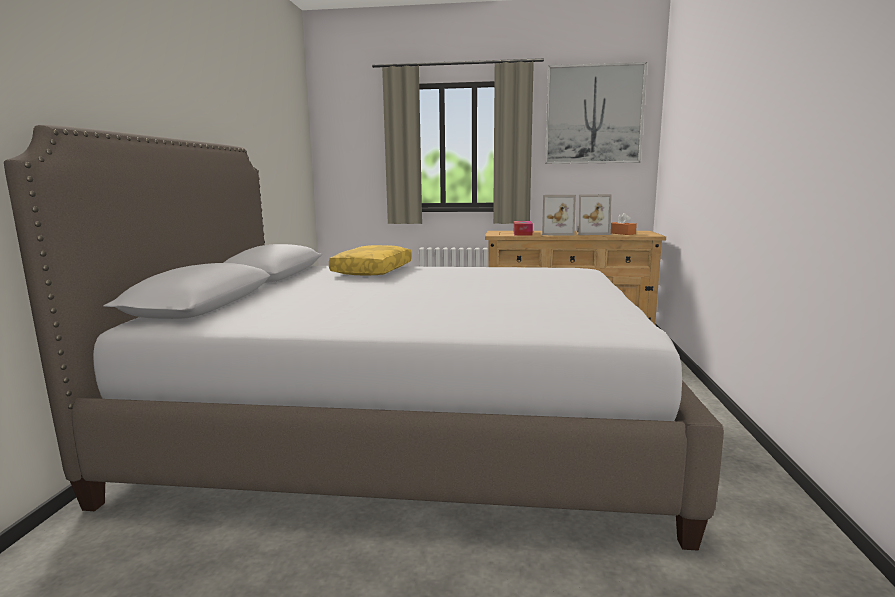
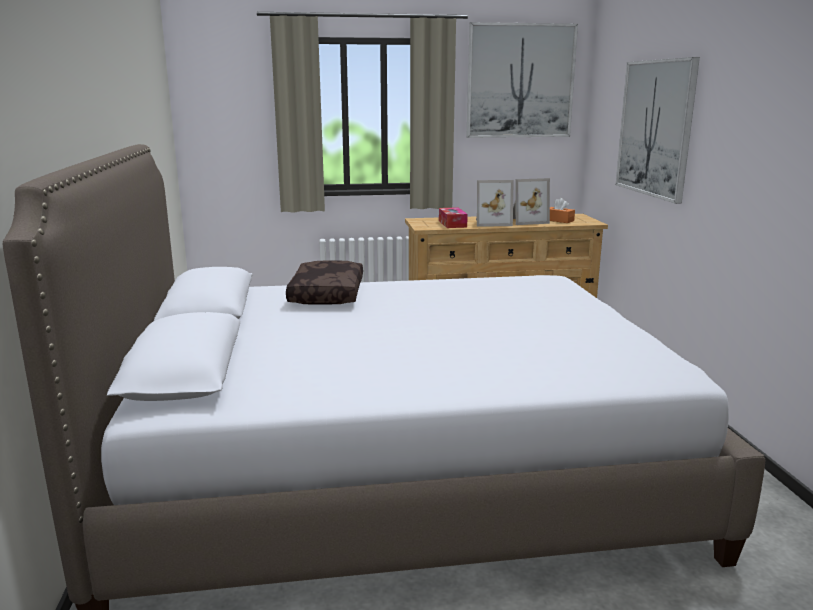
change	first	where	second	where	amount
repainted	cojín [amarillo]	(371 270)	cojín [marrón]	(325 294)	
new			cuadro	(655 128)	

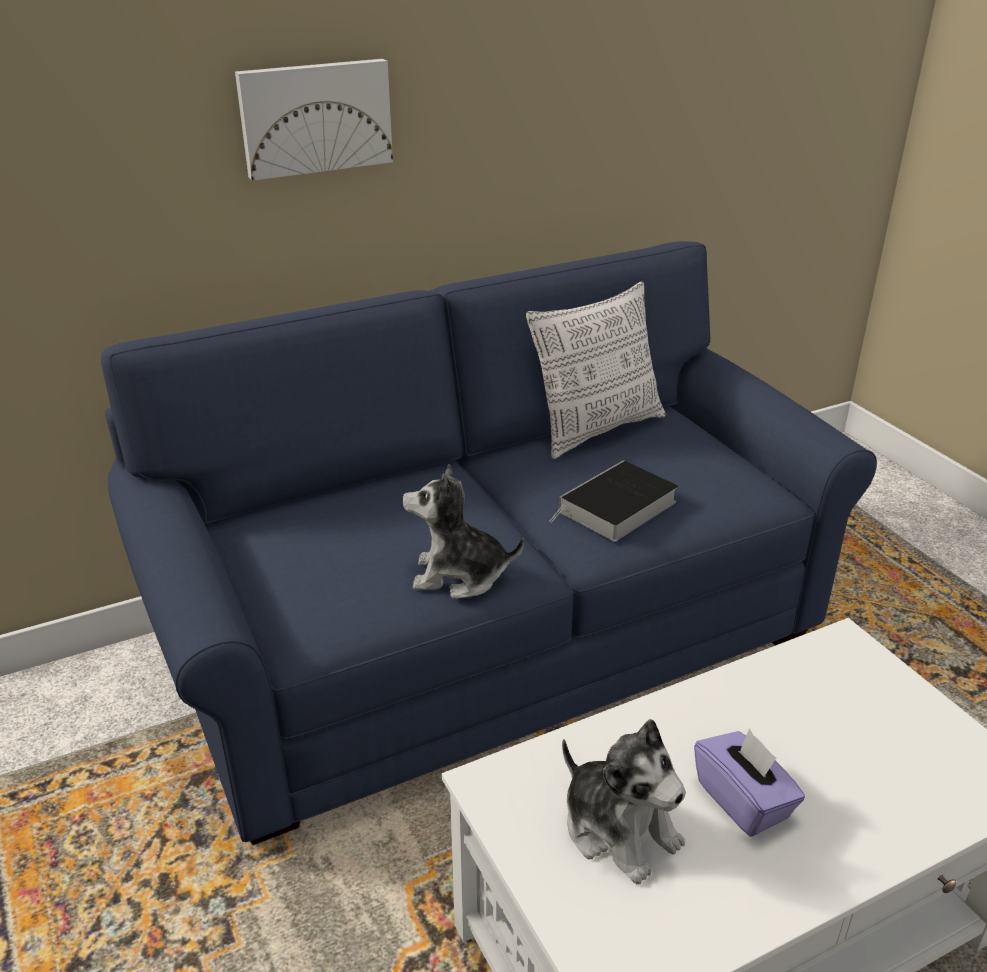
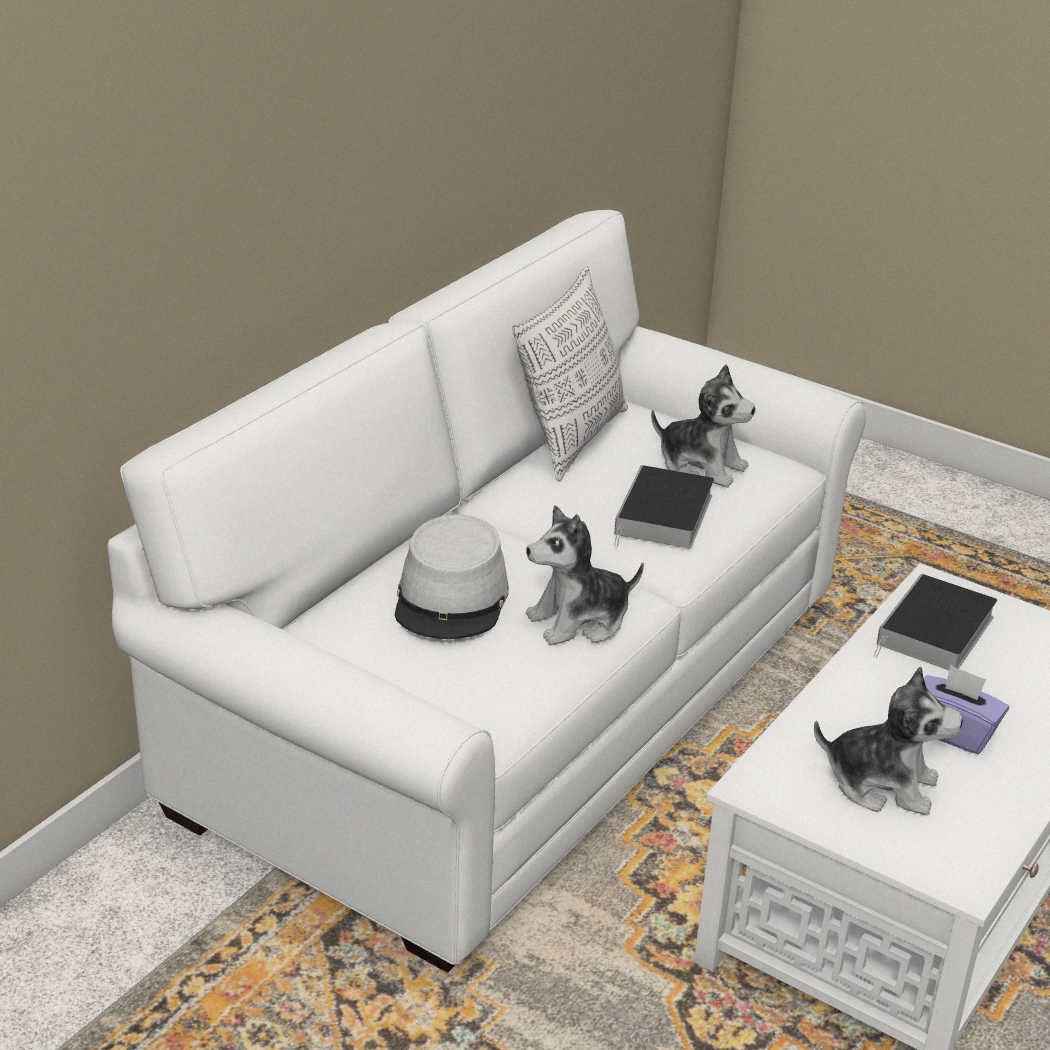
change	first	where	second	where	amount
gone	cuadro	(315 117)			
repainted	sofá [azul]	(494 639)	sofá [blanco]	(518 703)	
new			peluche	(701 466)	
new			sombrero [gris]	(452 598)	
new			libro	(935 632)	

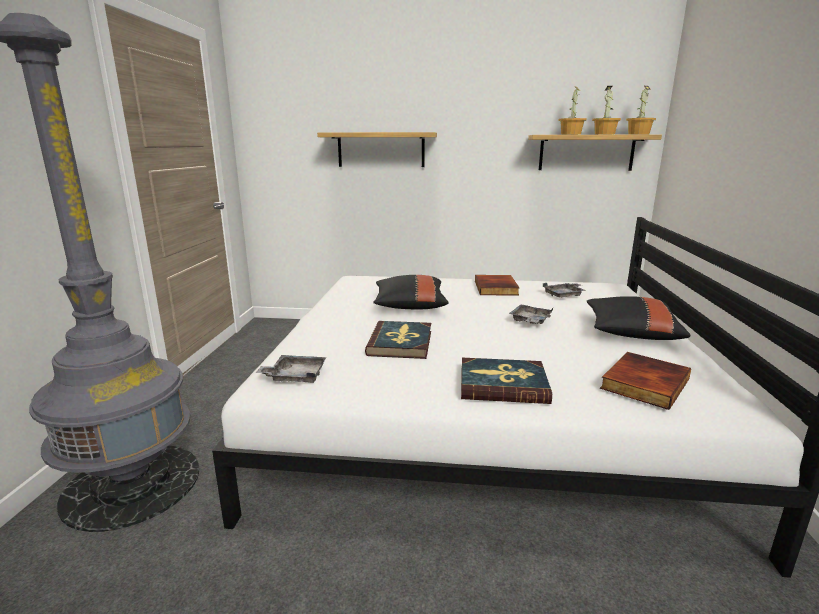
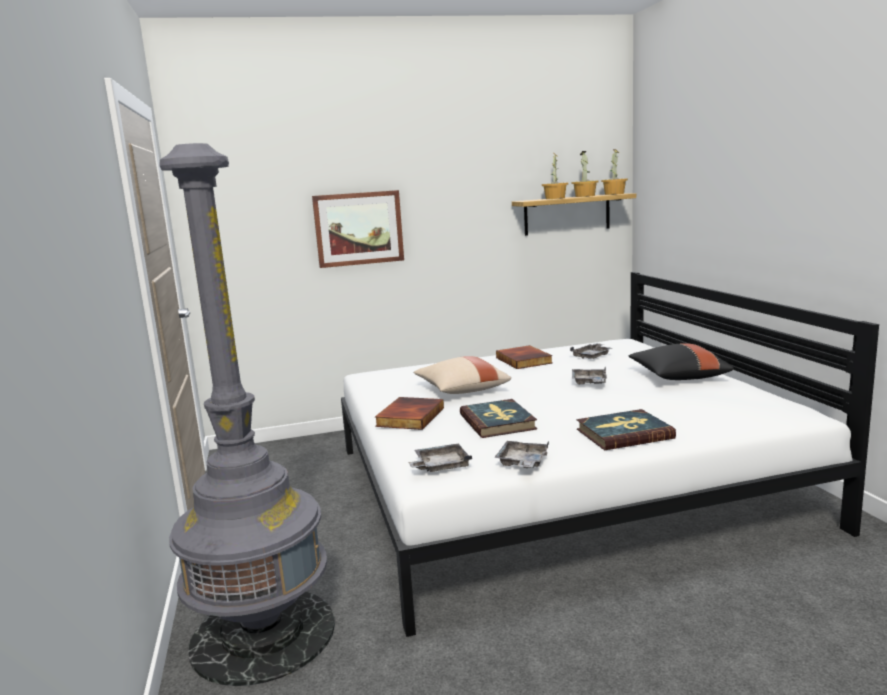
change	first	where	second	where	amount
swapped	estante	(381 150)	cuadro	(358 228)	
repainted	cojín [negro]	(409 306)	cojín [beis]	(461 390)	
shifted	libro	(643 383)		(409 417)	
new			bandeja [gris]	(522 463)	

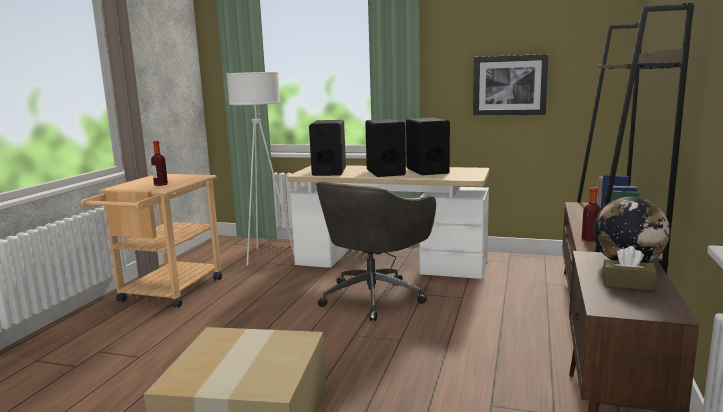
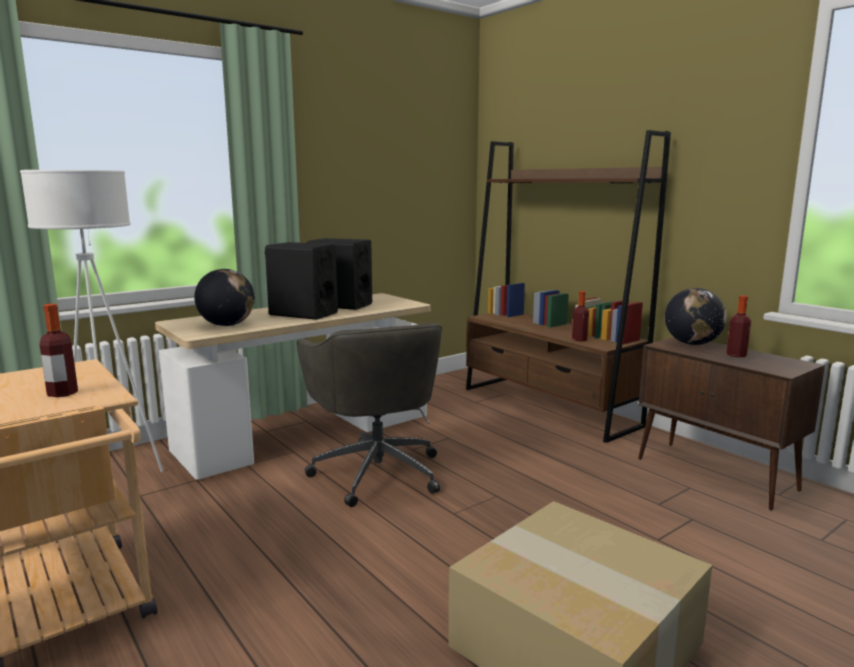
change	first	where	second	where	amount
gone	cuadro	(509 85)			
swapped	altavoz [negro]	(329 172)	globo terráqueo	(227 325)	
swapped	caja de pañuelos [marrón]	(628 284)	botella	(736 355)	

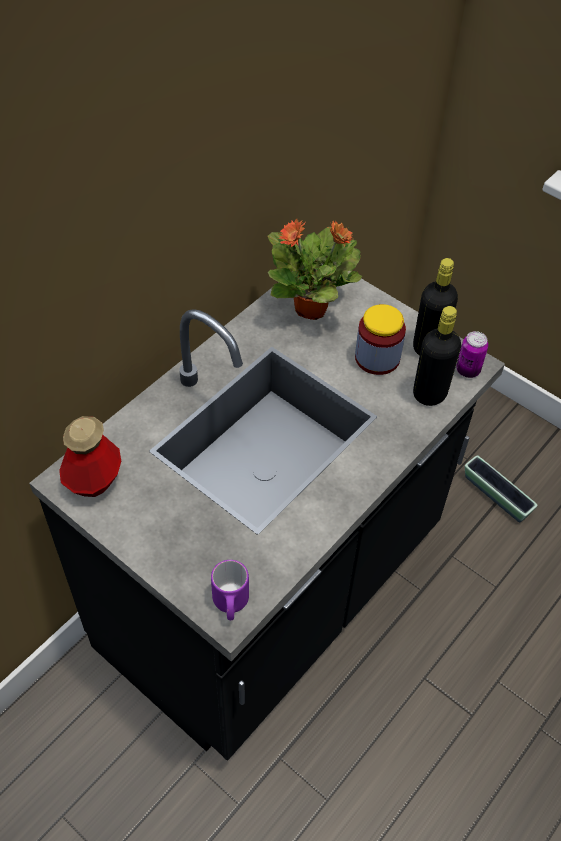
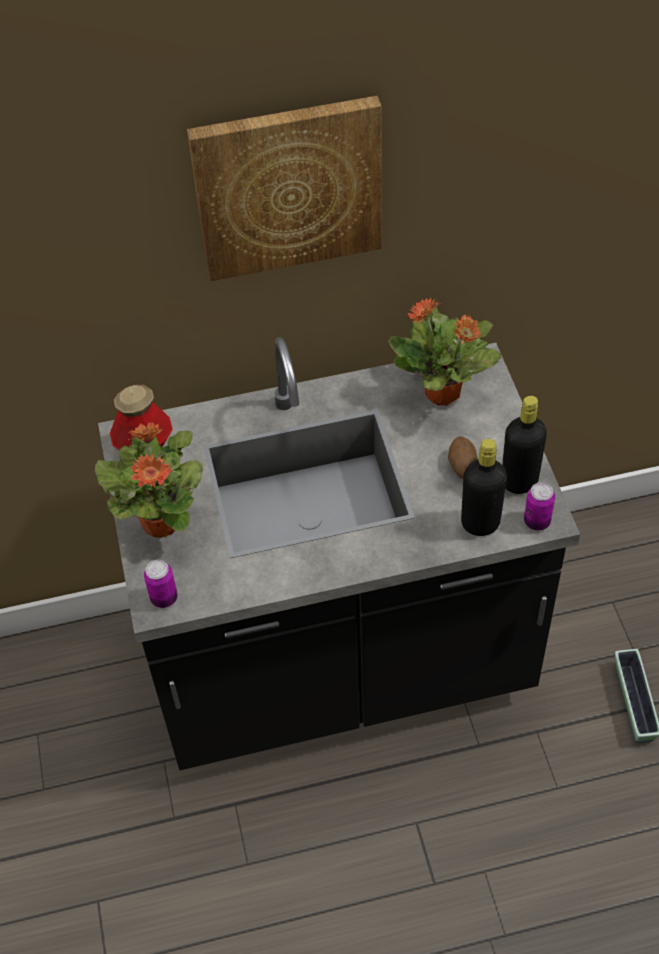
change	first	where	second	where	amount
swapped	tarro	(377 358)	patata	(462 467)	
swapped	taza grande [morado]	(230 604)	lata	(164 598)	
new			cuadro	(288 187)	
new			planta en maceta	(161 521)	

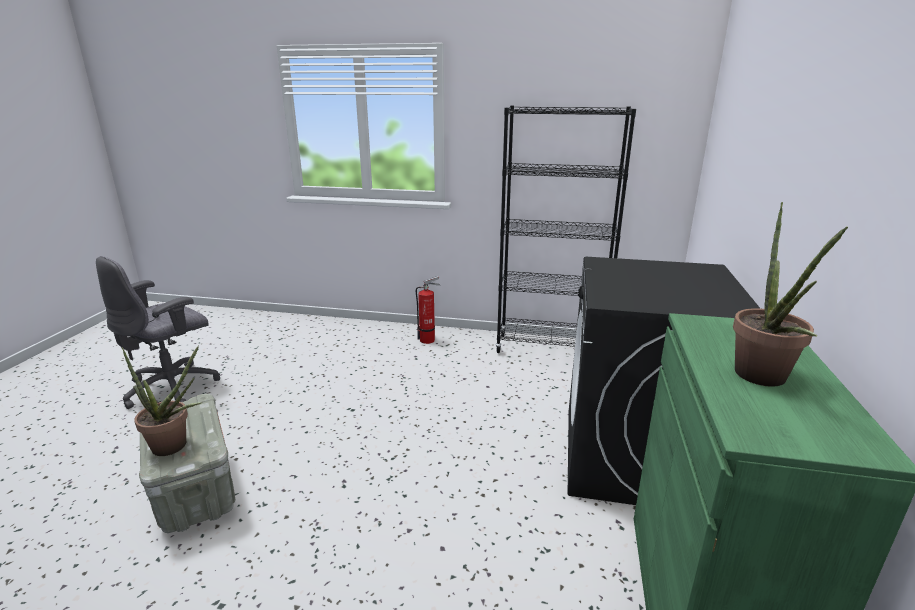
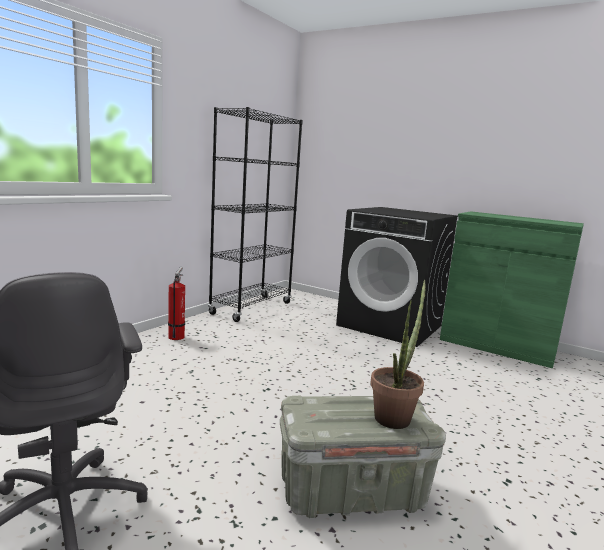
change	first	where	second	where	amount
gone	planta en maceta	(763 380)			

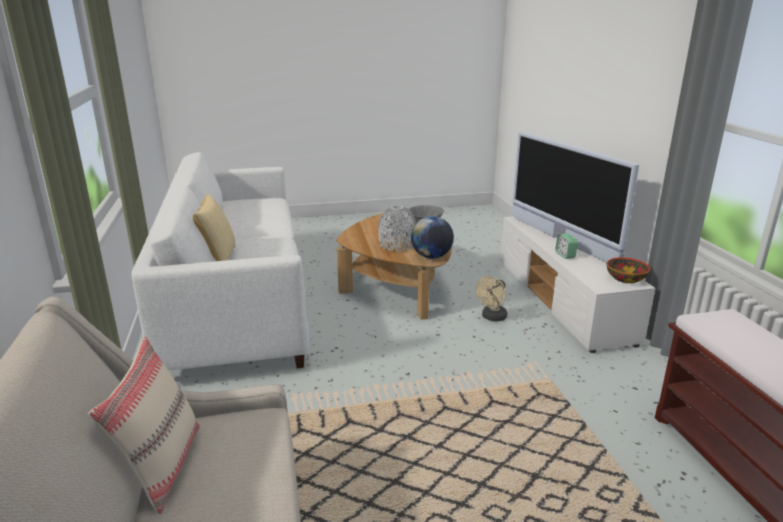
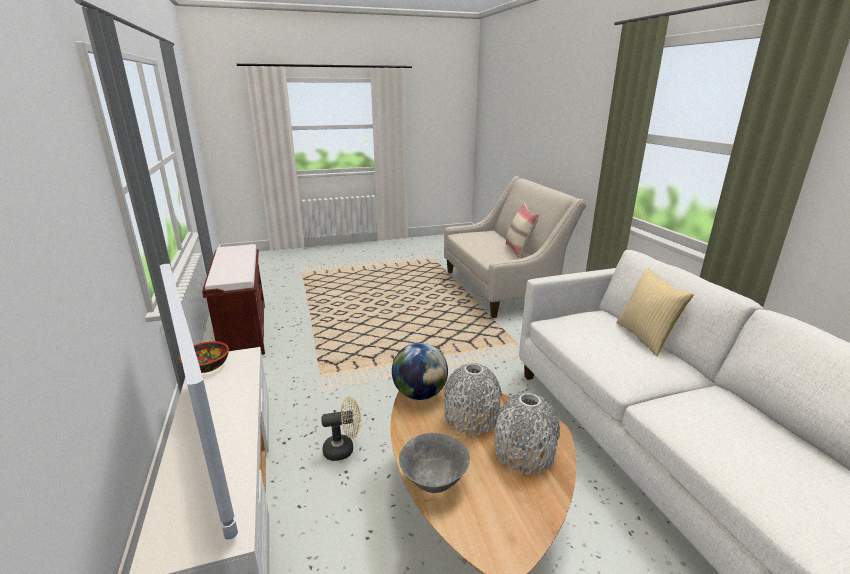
change	first	where	second	where	amount
gone	despertador	(565 255)			
rotated	ventilador [beis]	(492 317)		(344 449)	45 degrees clockwise
new			florero [gris]	(524 453)	

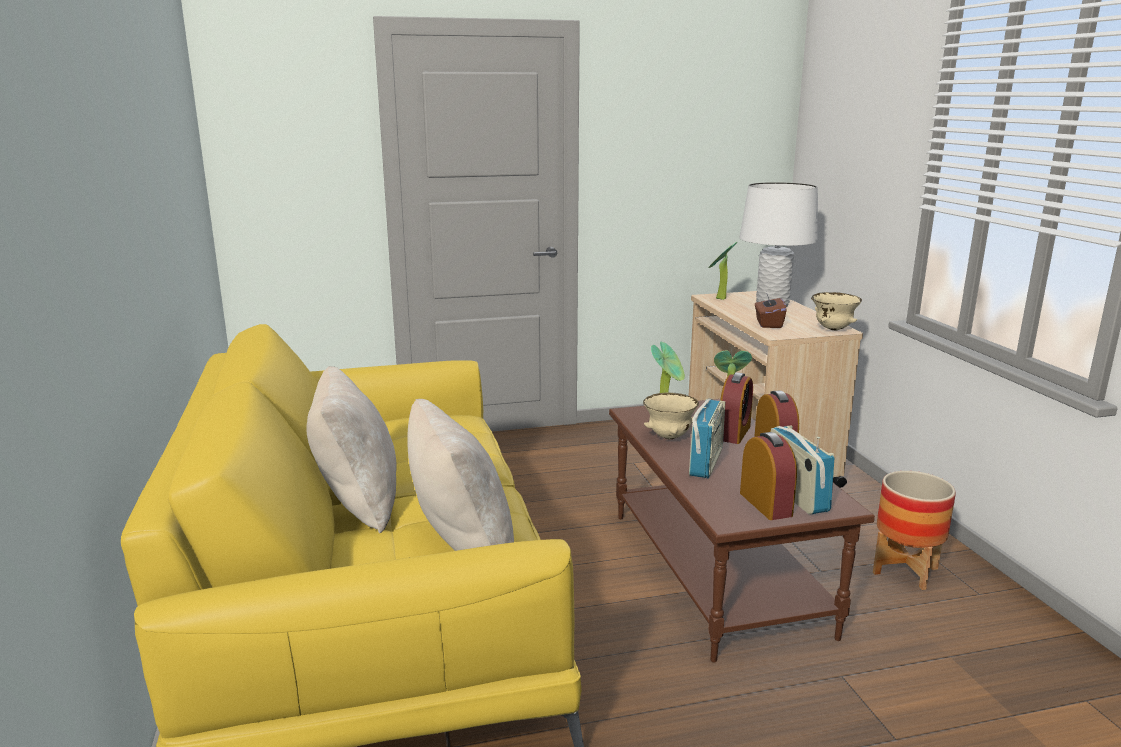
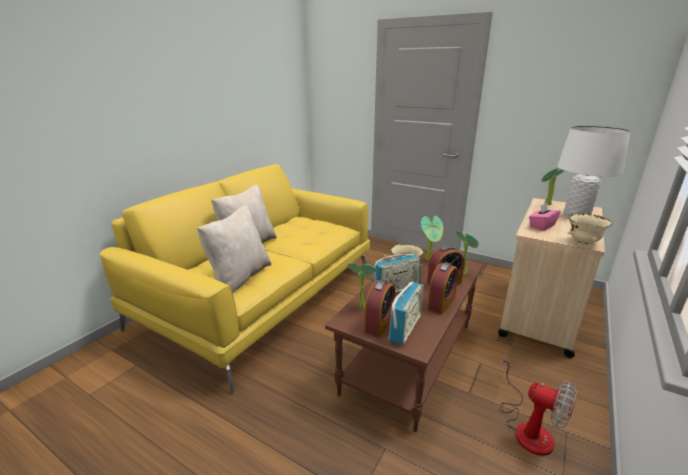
change	first	where	second	where	amount
repainted	caja de pañuelos [marrón]	(768 324)	caja de pañuelos [rosa]	(541 226)	
swapped	maceta	(904 570)	ventilador	(527 427)	
new			planta en maceta	(361 306)	

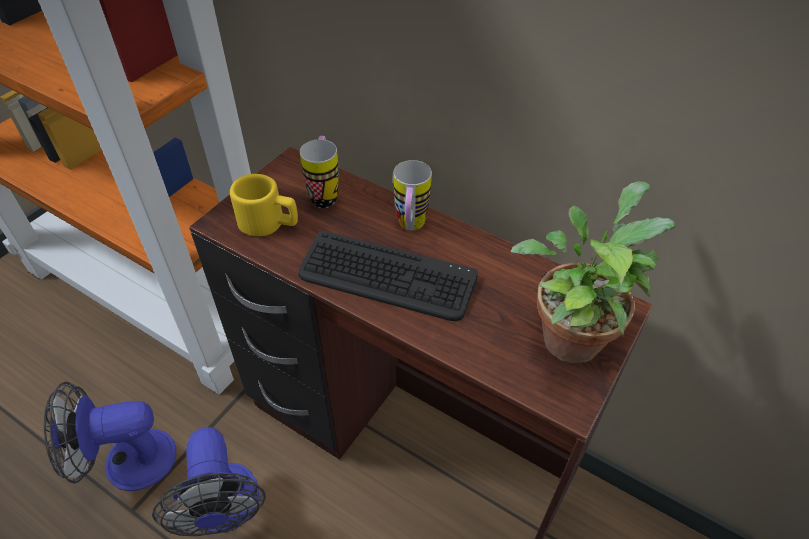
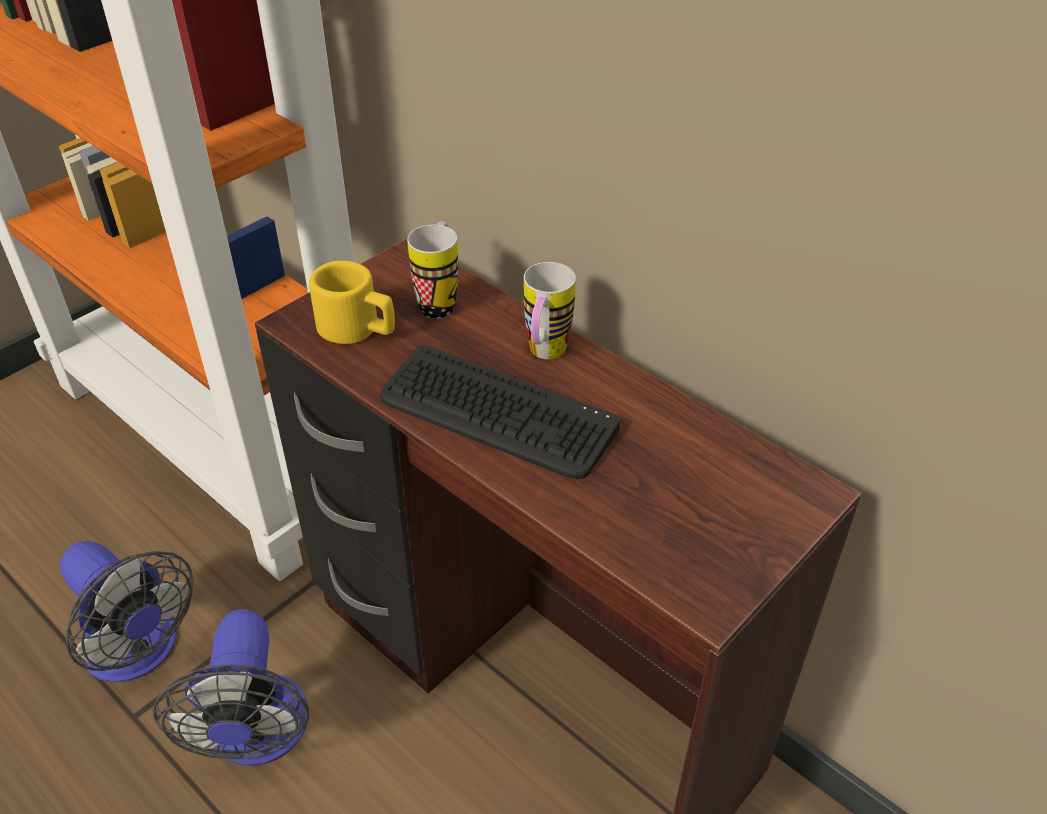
change	first	where	second	where	amount
gone	planta en maceta	(571 333)			
rotated	ventilador	(127 462)		(139 652)	135 degrees counterclockwise

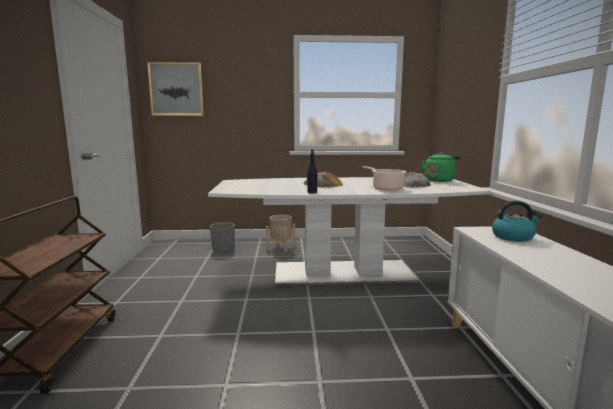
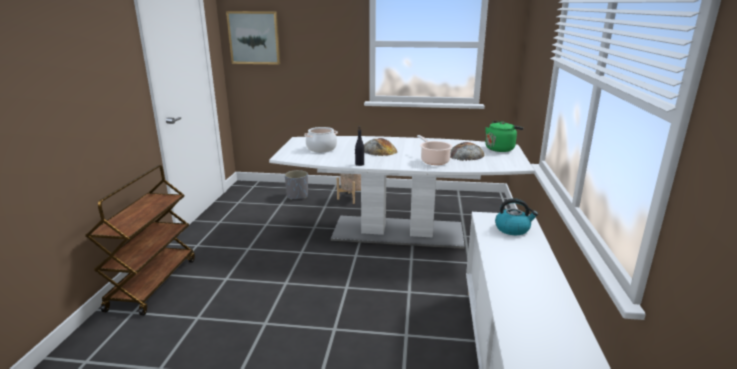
change	first	where	second	where	amount
new			olla	(321 149)	

